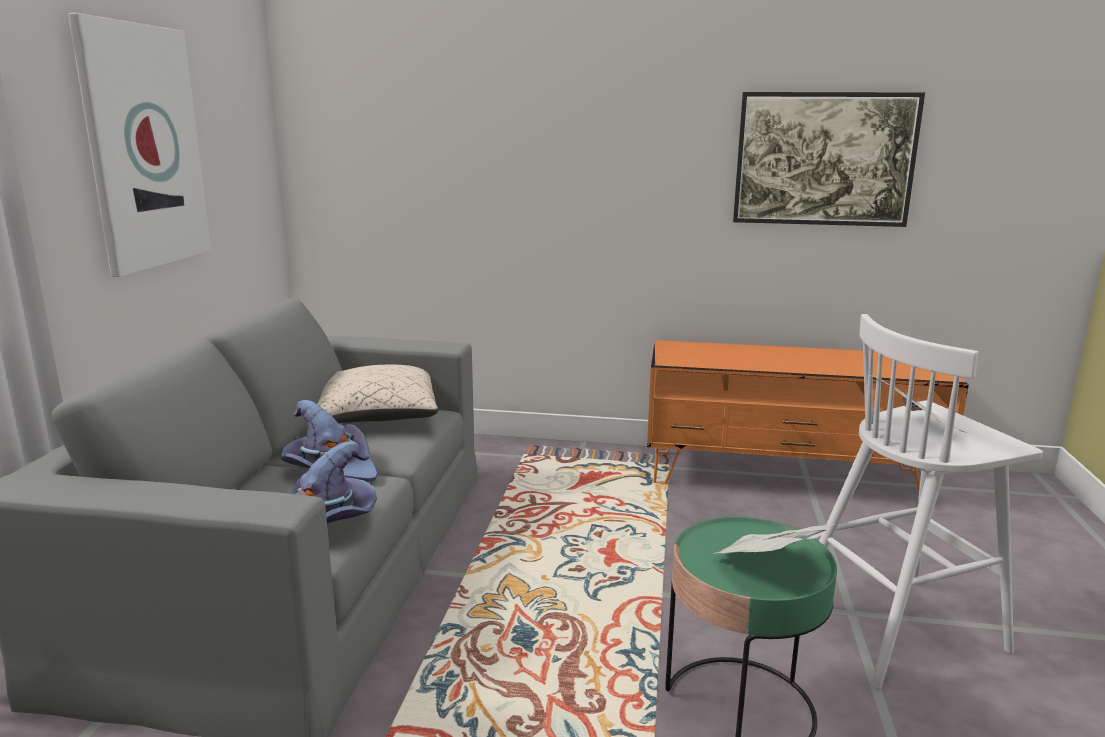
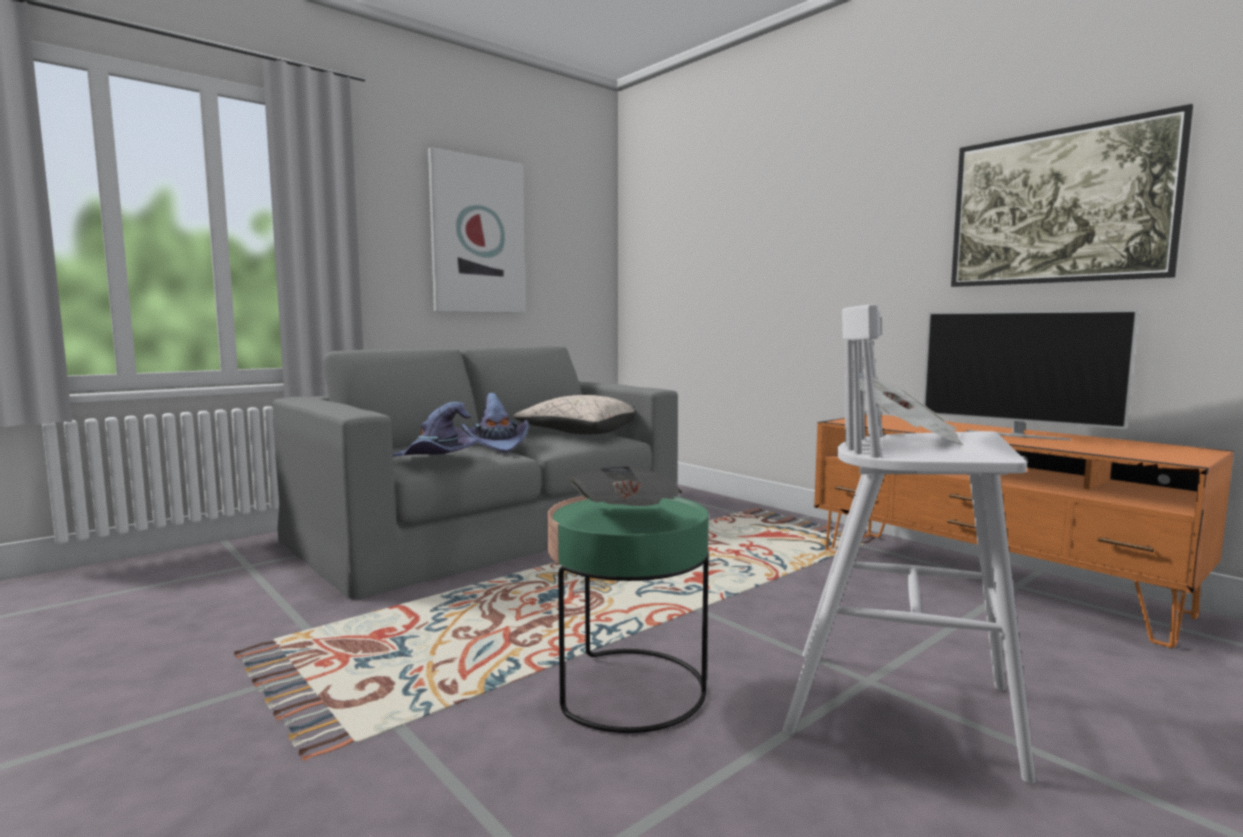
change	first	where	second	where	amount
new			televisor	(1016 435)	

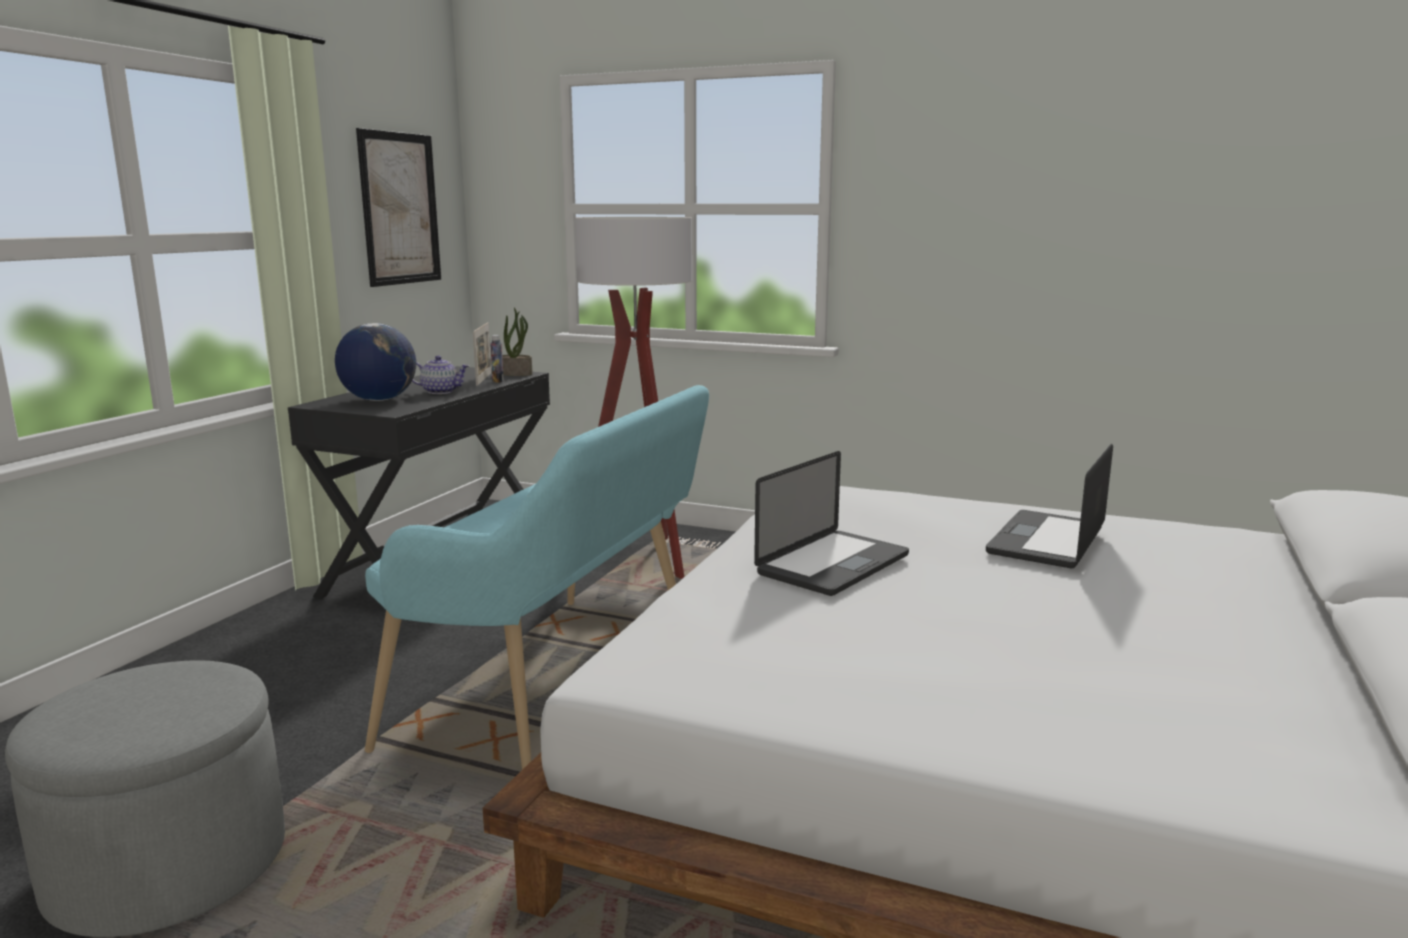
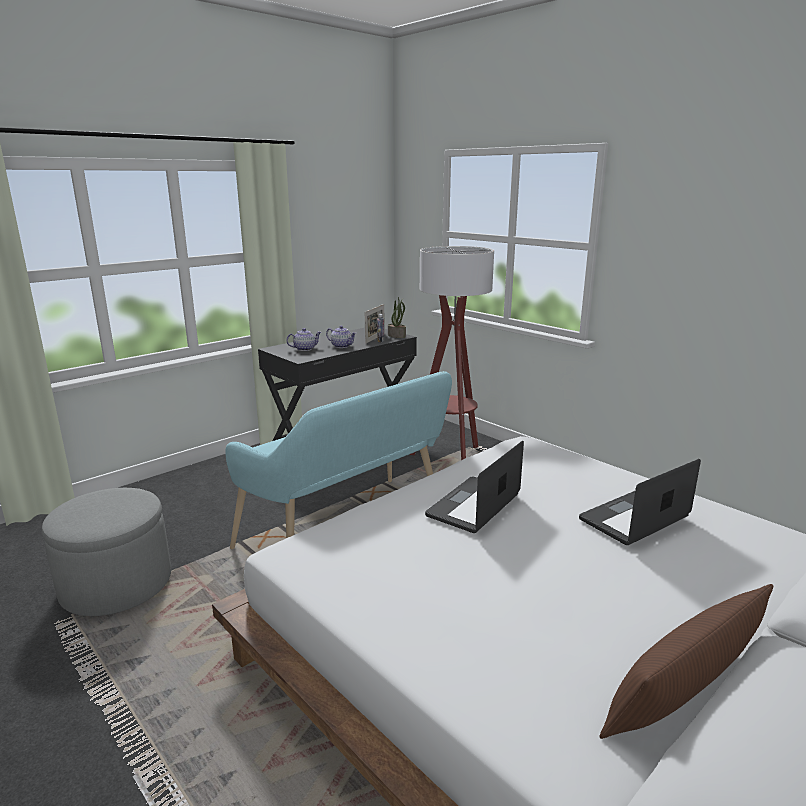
change	first	where	second	where	amount
gone	cuadro	(400 209)			
swapped	globo terráqueo	(379 400)	tetera	(304 349)	
rotated	portátil	(833 565)		(474 505)	150 degrees clockwise
new			cojín [marrón]	(681 696)	

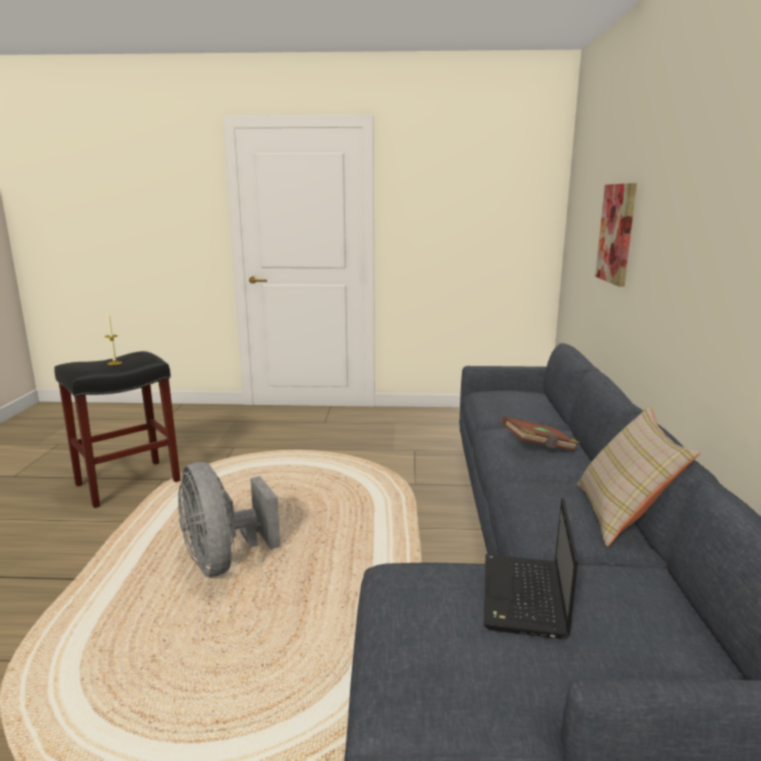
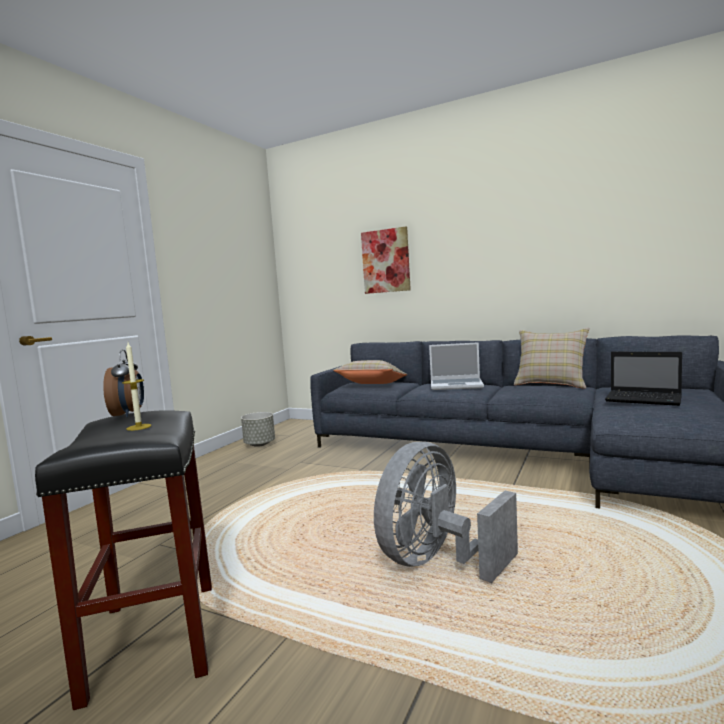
change	first	where	second	where	amount
swapped	libro [marrón]	(539 447)	portátil	(457 385)	
rotated	ventilador [gris]	(223 561)		(437 561)	135 degrees clockwise
new			despertador	(128 414)	
new			cojín [beis]	(372 385)	
new			maceta [gris]	(260 444)	

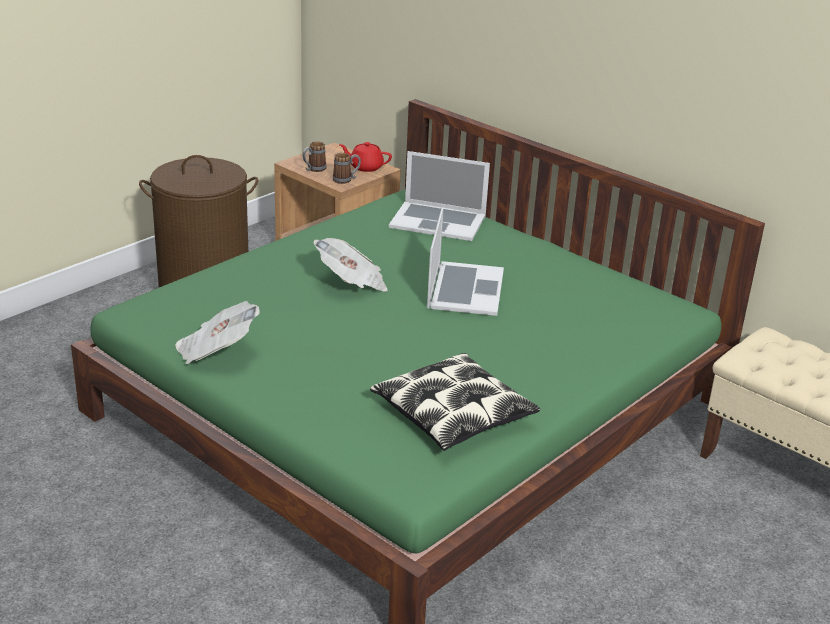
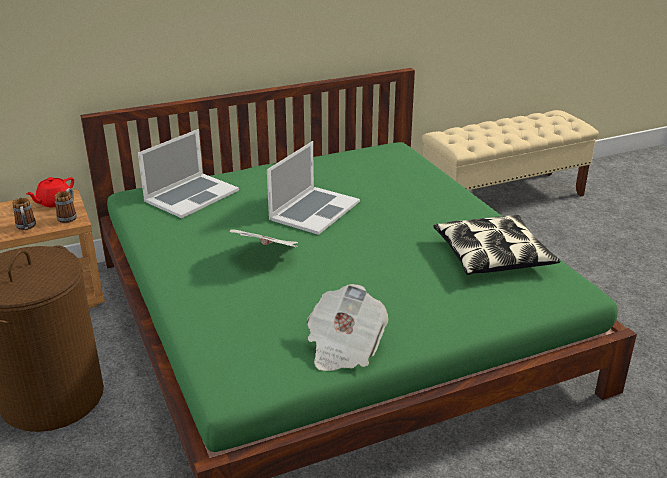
change	first	where	second	where	amount
rotated	portátil	(465 289)		(314 210)	90 degrees clockwise

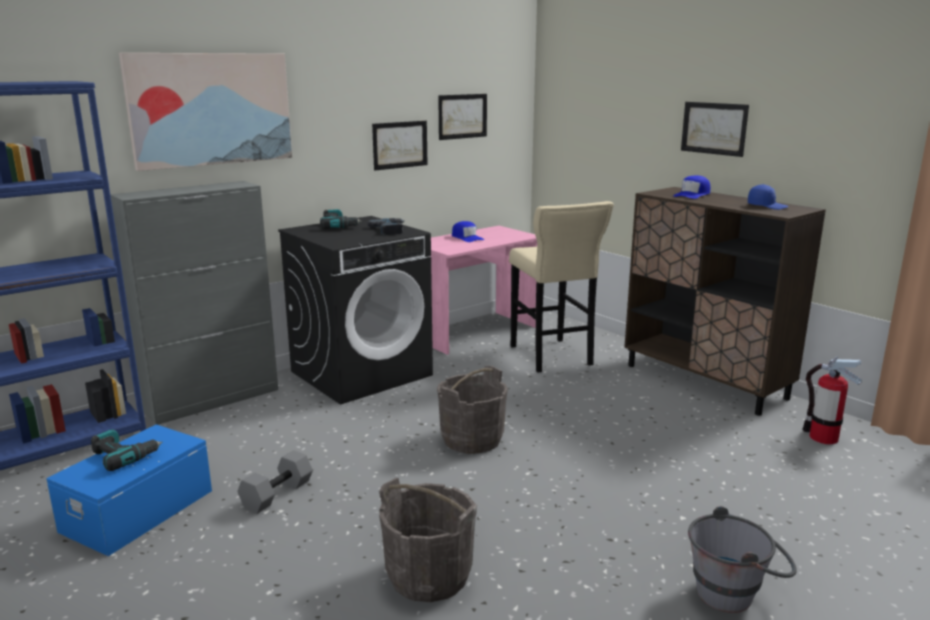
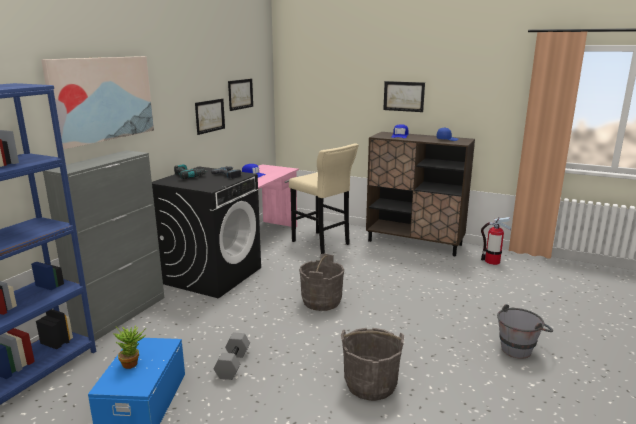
change	first	where	second	where	amount
swapped	taladro	(124 456)	planta en maceta	(133 363)	

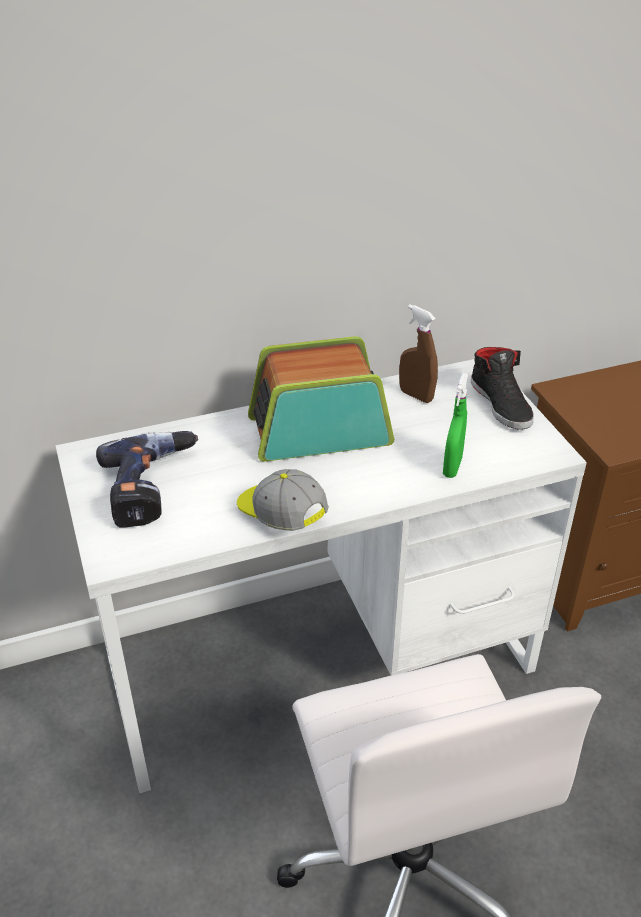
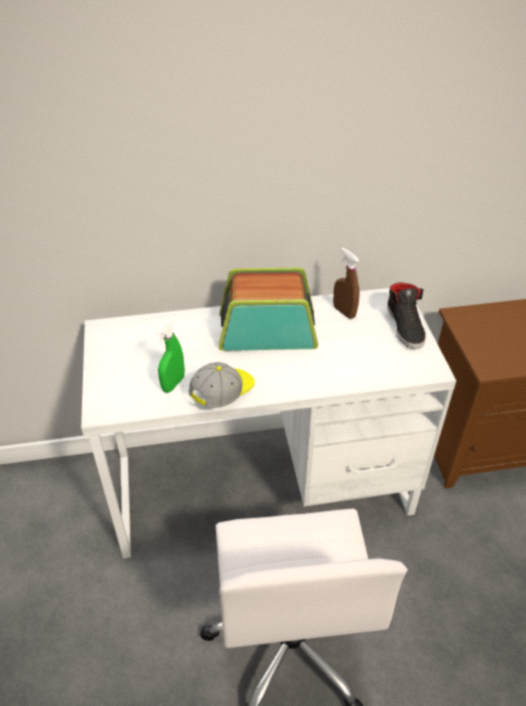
change	first	where	second	where	amount
shifted	pulverizador [verde]	(452 467)		(173 384)	
gone	taladro	(152 488)			
rotated	gorra	(280 515)		(223 393)	75 degrees clockwise

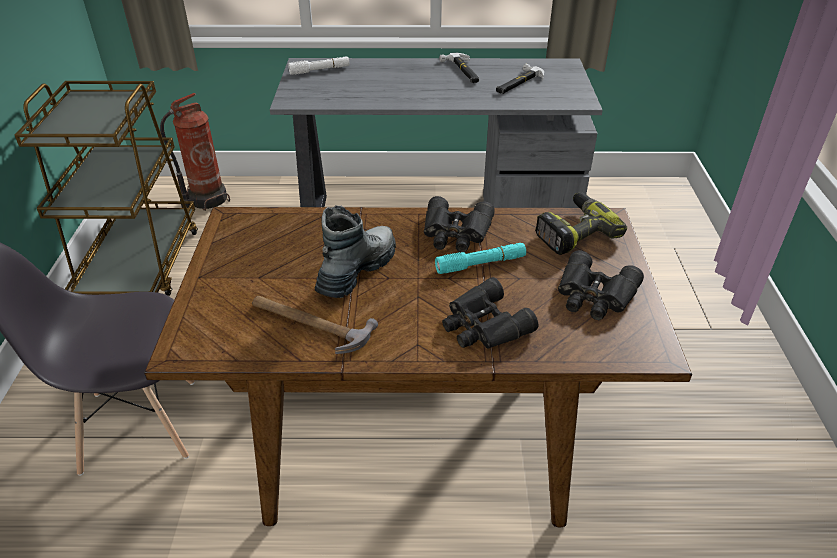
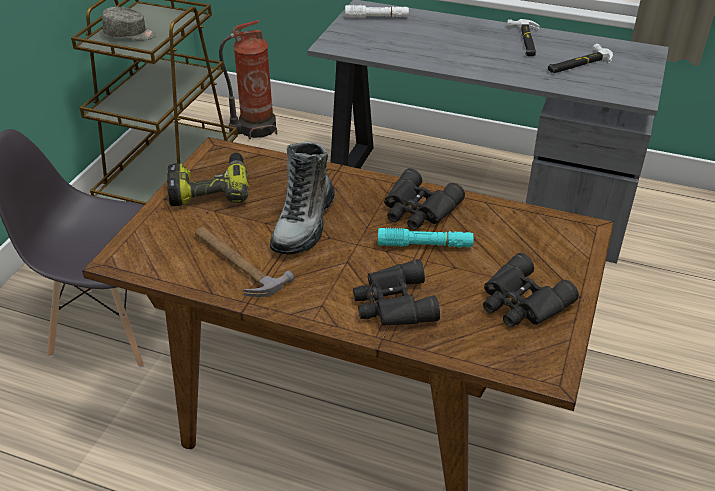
change	first	where	second	where	amount
shifted	taladro	(573 231)		(210 189)	
rotated	bota	(357 270)		(304 224)	150 degrees clockwise
new			gorra [gris]	(130 34)	

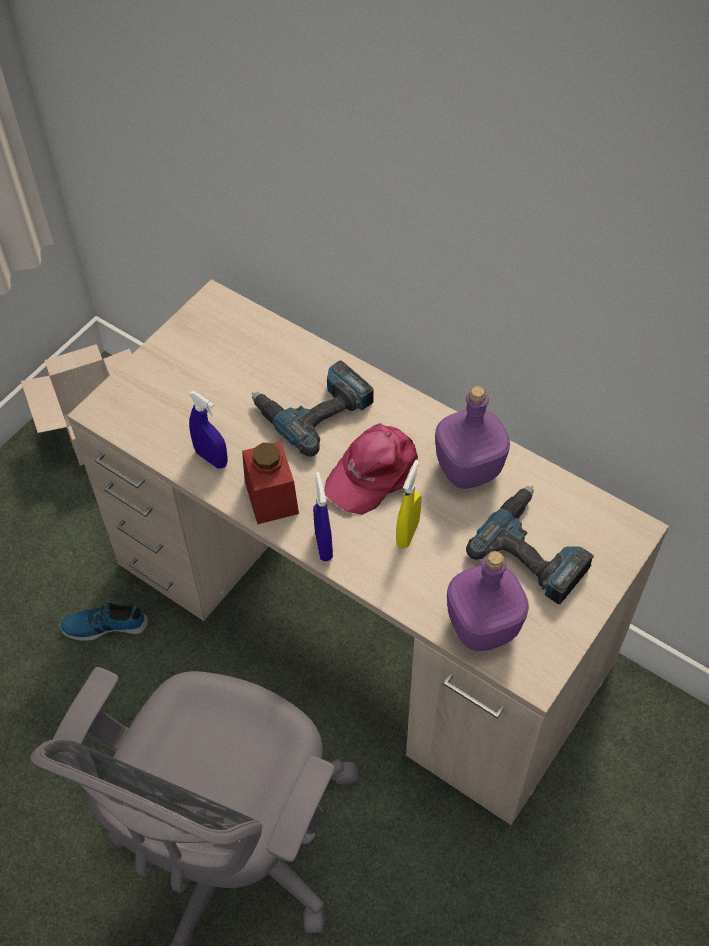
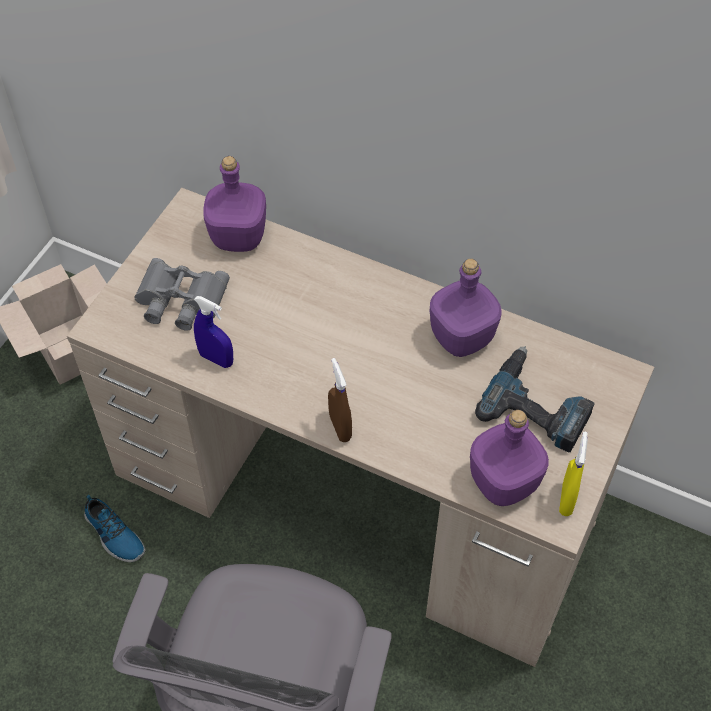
change	first	where	second	where	amount
gone	taladro	(314 409)			
gone	gorra [rosa]	(373 472)			
gone	tarro [rojo]	(271 497)			
shifted	pulverizador [amarillo]	(407 533)		(566 499)	
repainted	pulverizador [azul]	(323 545)	pulverizador [marrón]	(340 427)	
rotated	zapato	(105 624)		(113 535)	120 degrees counterclockwise
new			botella [morado]	(237 237)	
new			prismáticos [gris]	(179 300)	

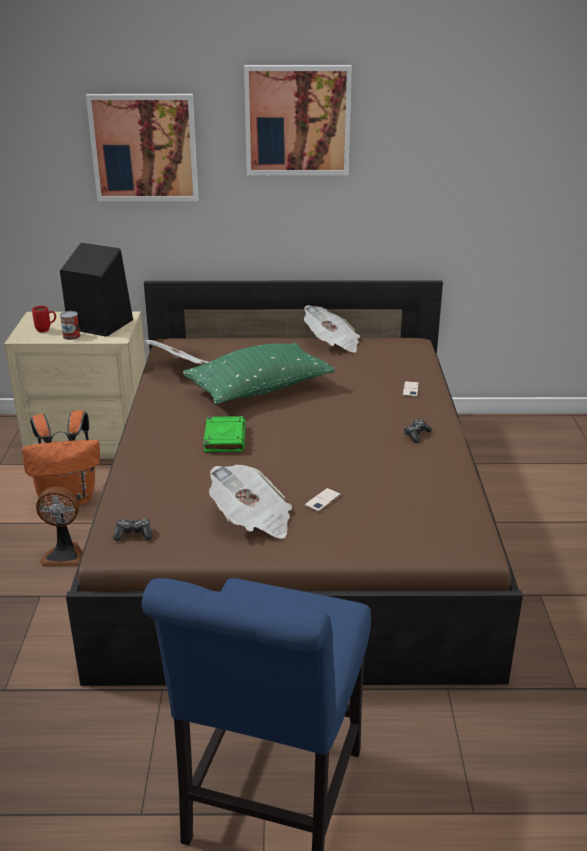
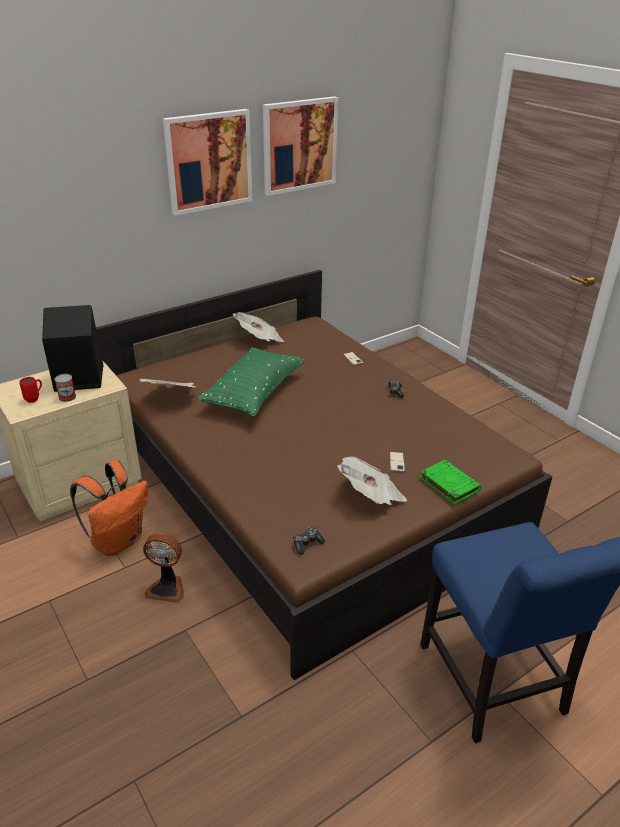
change	first	where	second	where	amount
shifted	cuadro	(144 148)		(299 145)	
shifted	libro [verde]	(224 438)		(448 484)	
rotated	ventilador	(64 554)		(167 587)	45 degrees clockwise

